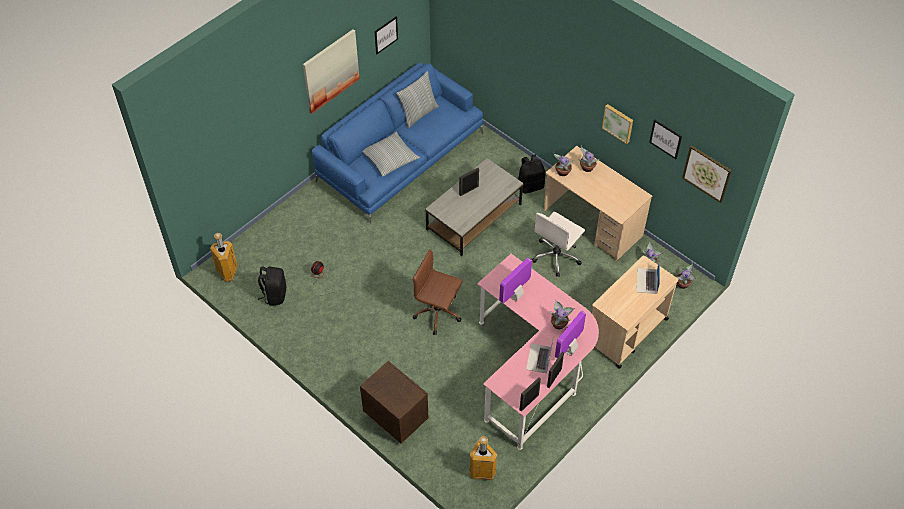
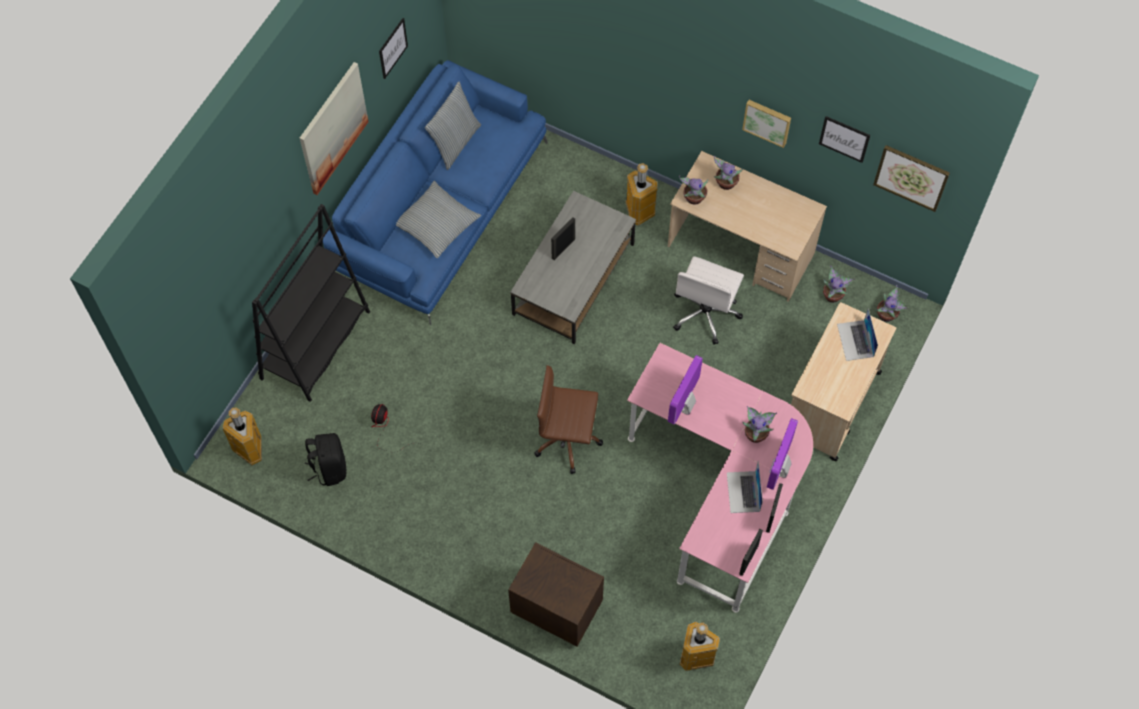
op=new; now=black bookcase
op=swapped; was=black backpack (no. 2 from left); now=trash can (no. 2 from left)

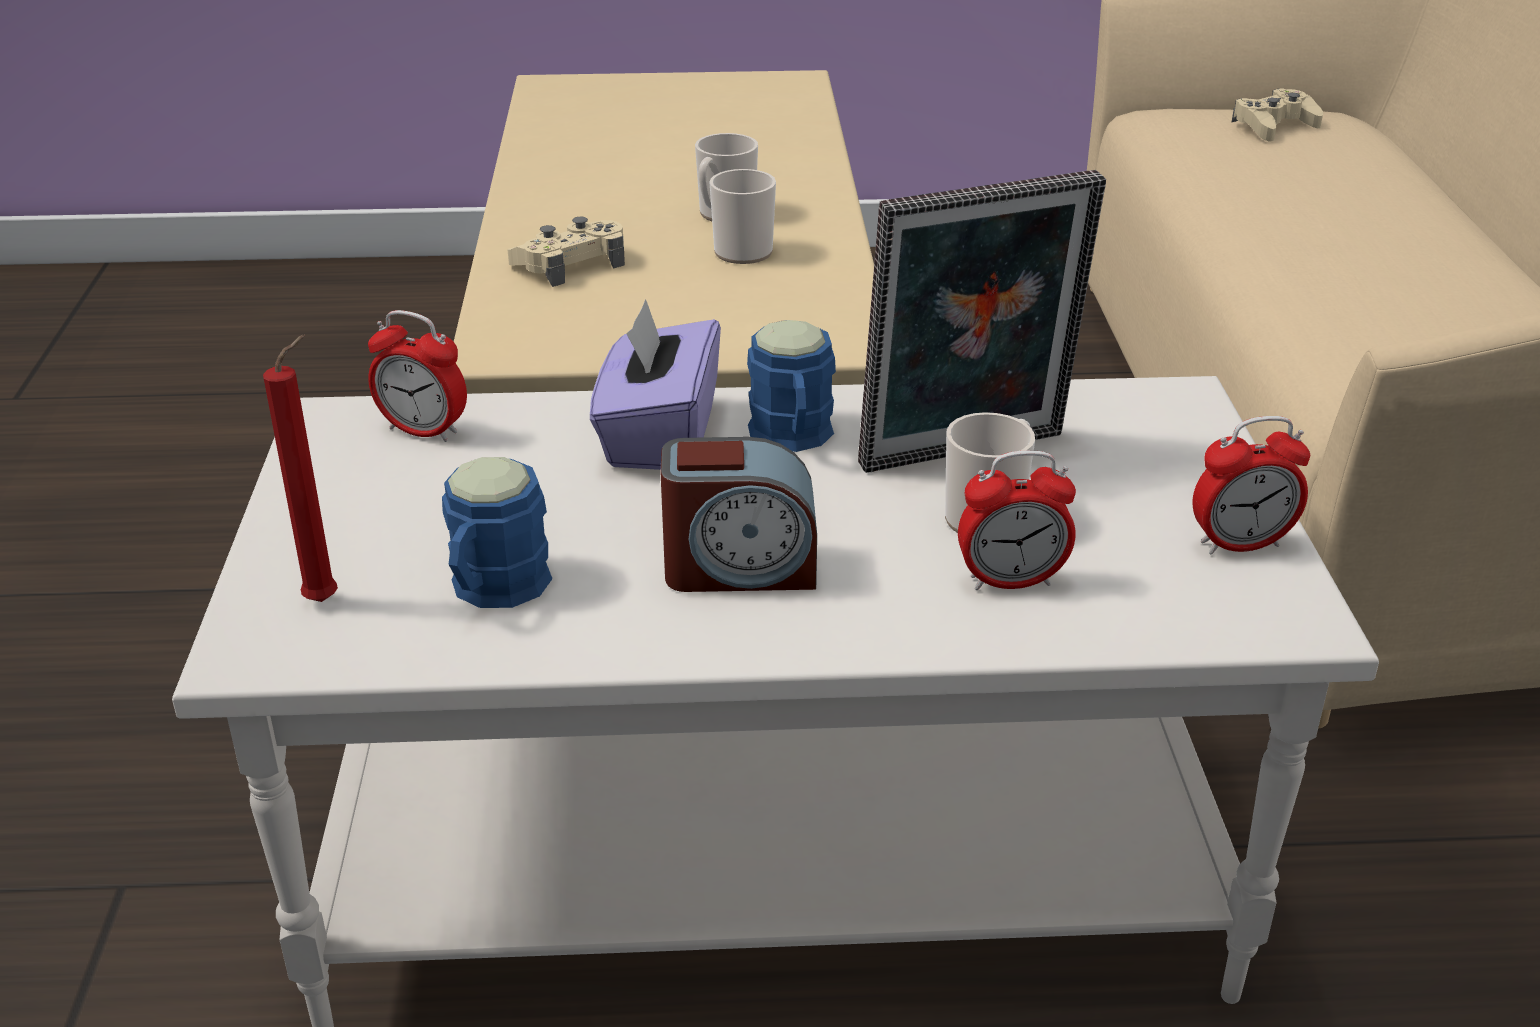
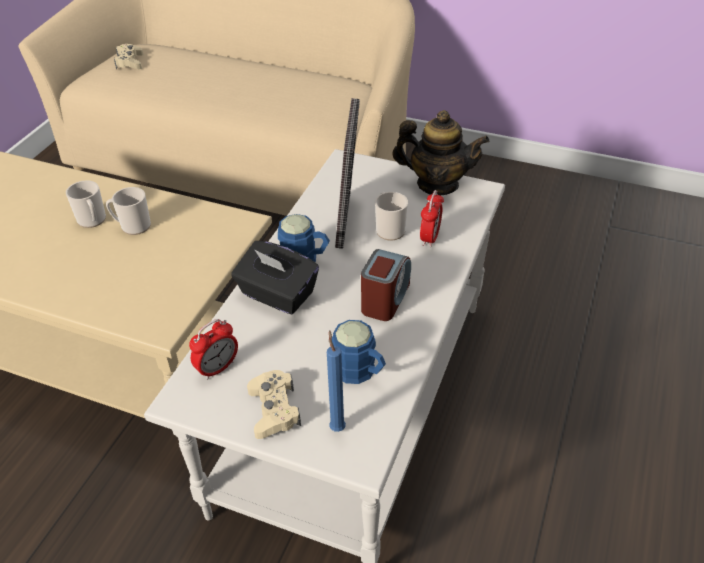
op=shifted; was=beige game controller (no. 1 from left in the first image); now=beige game controller (no. 2 from left)
op=swapped; was=alarm clock (no. 4 from left); now=teapot
op=repainted; was=red candle; now=blue candle
op=repainted; was=purple tissue box; now=black tissue box

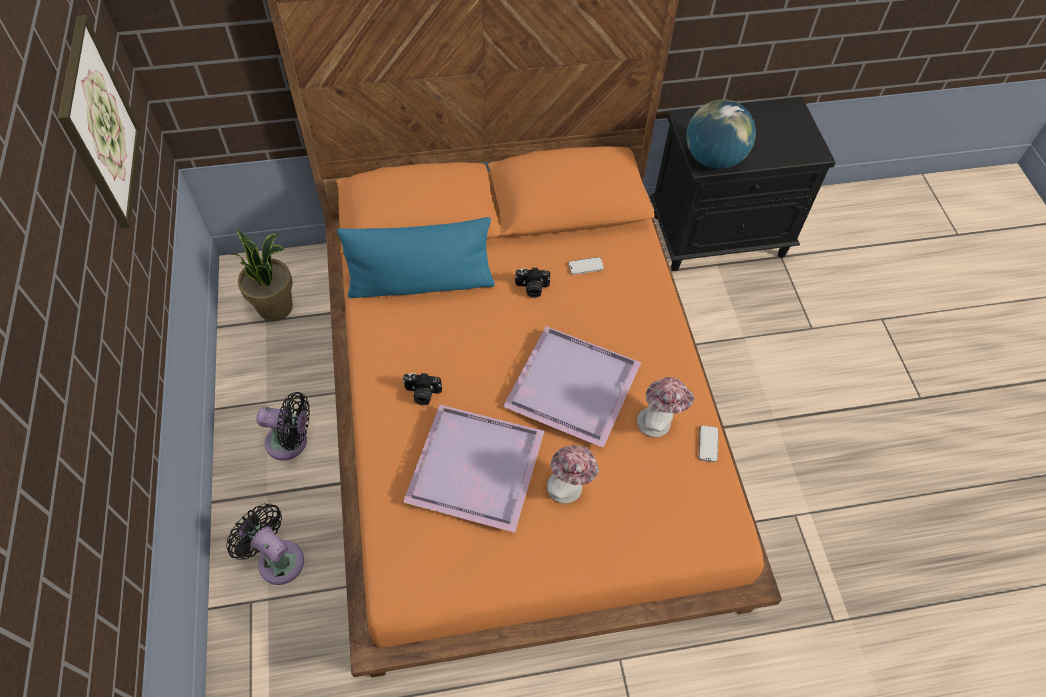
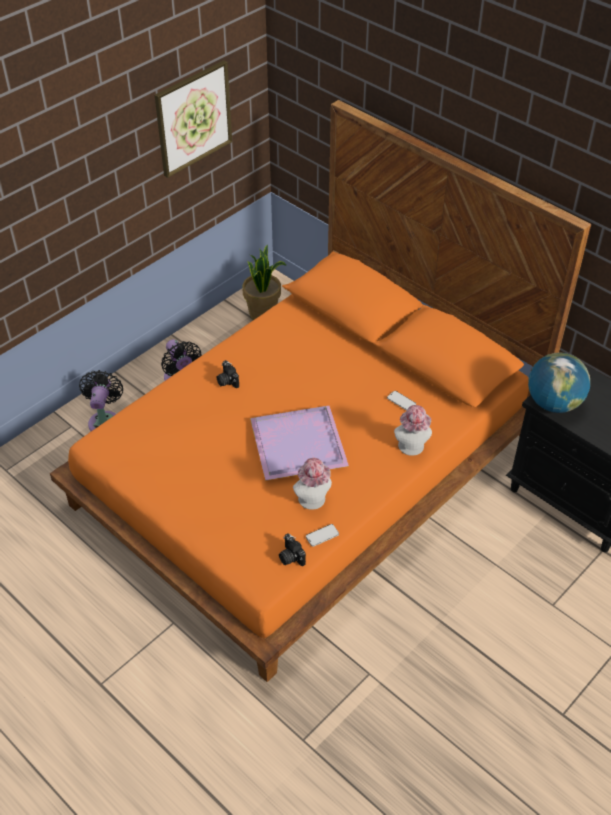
op=gone; was=blue pillow
op=gone; was=purple tray (no. 1 from left)
op=shifted; was=photo camera (no. 2 from left)
op=shifted; was=hat (no. 1 from left in the first image); now=hat (no. 2 from left)

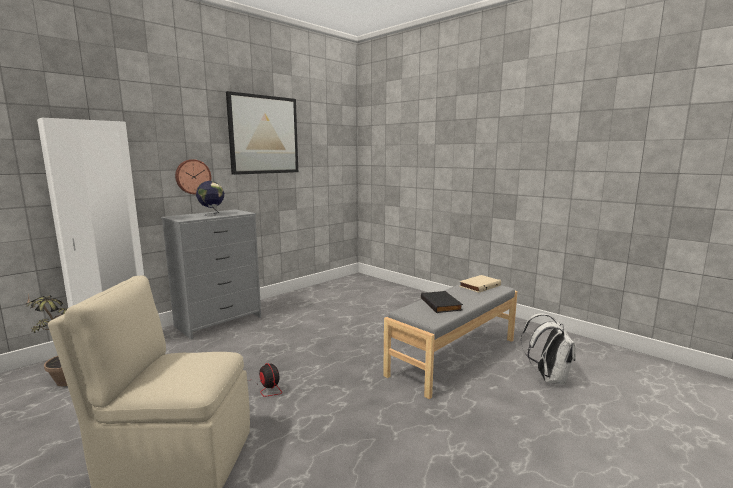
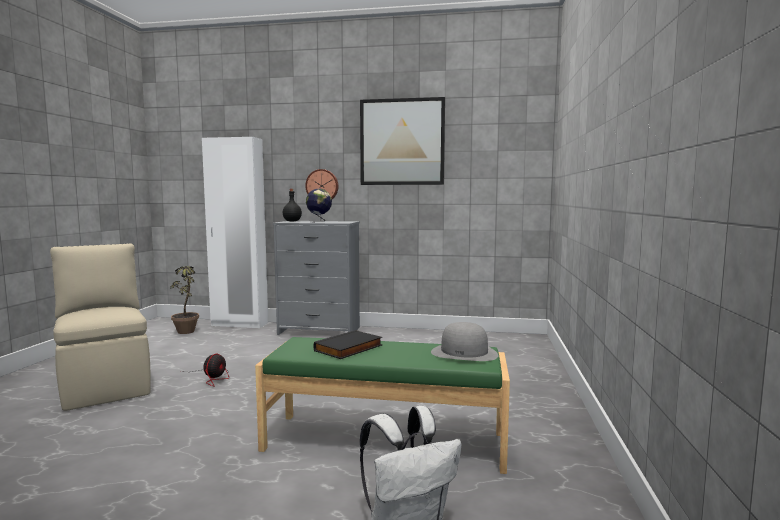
op=new; now=black bottle
op=swapped; was=beige book; now=grey hat
op=repainted; was=grey bench; now=green bench

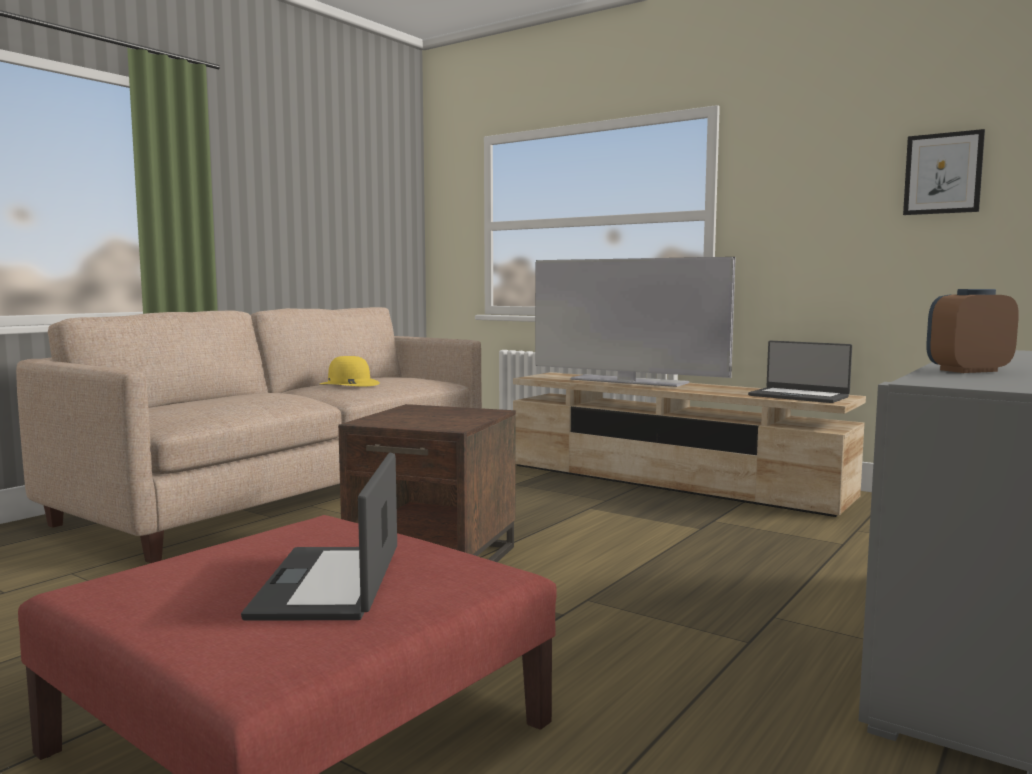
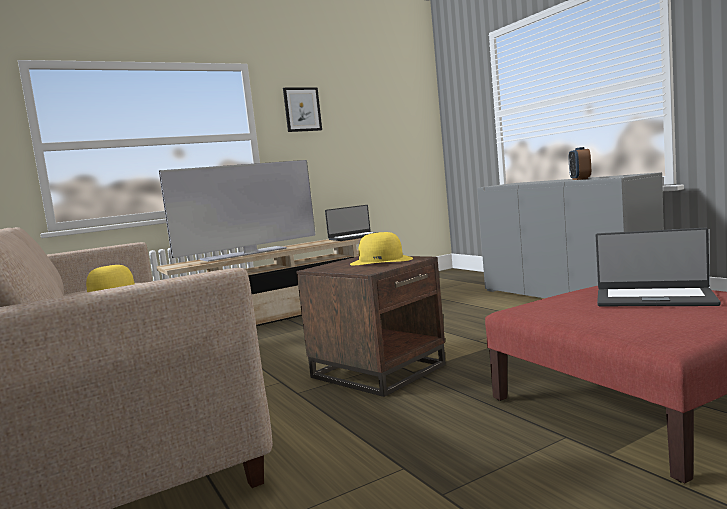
op=new; now=yellow hat (no. 2 from left)
op=shifted; was=picture

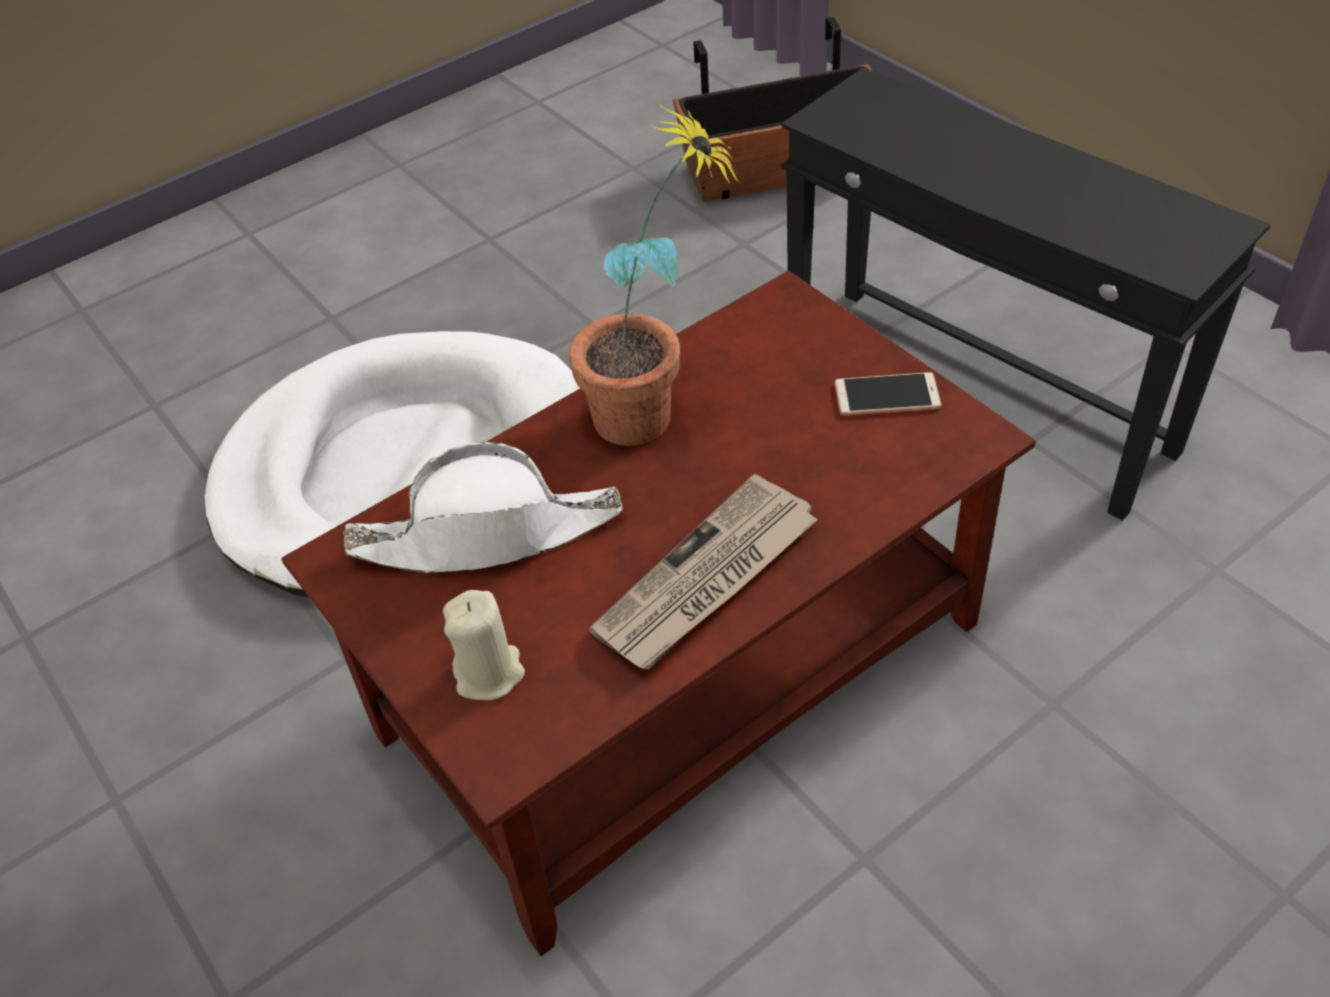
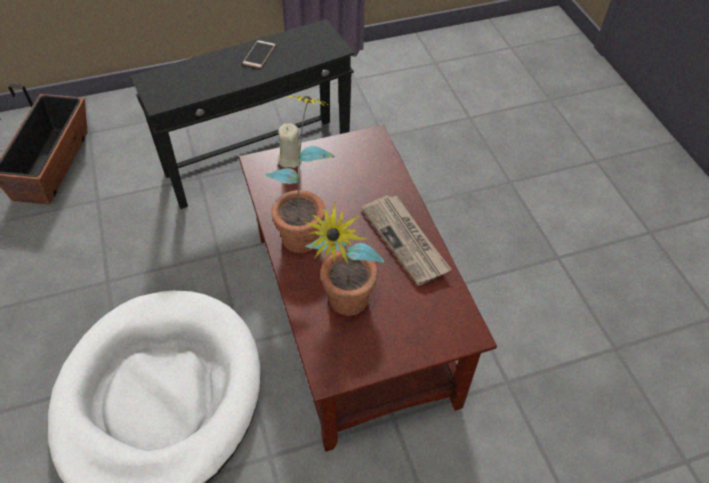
op=shifted; was=beige candle
op=shifted; was=phone
op=swapped; was=white hat; now=potted plant (no. 2 from left)

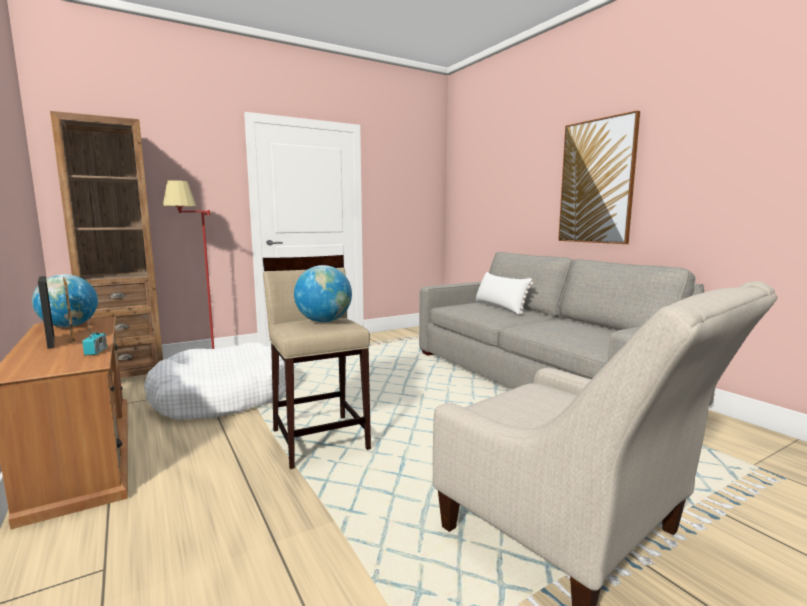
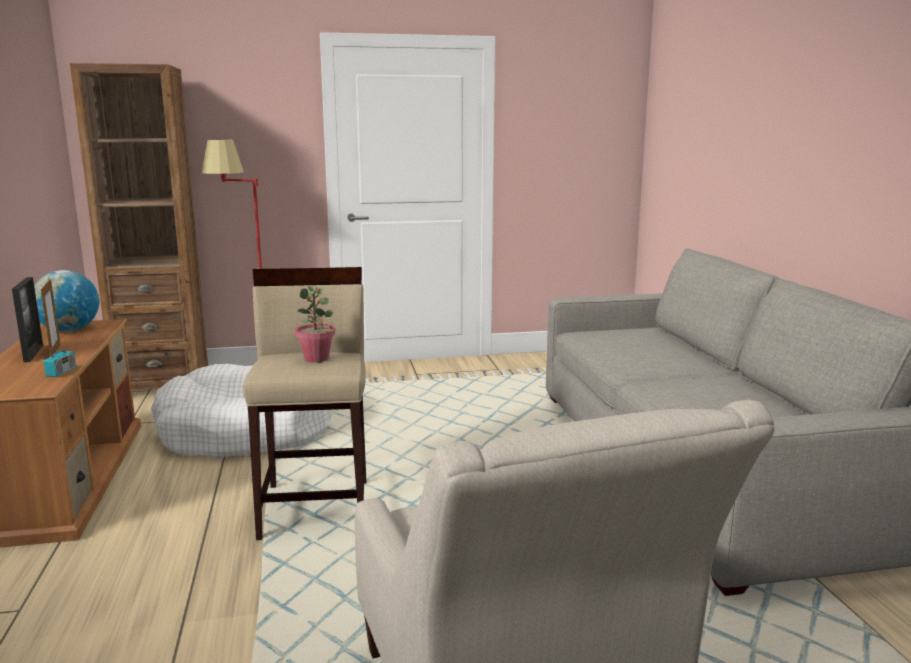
op=gone; was=white pillow
op=gone; was=picture
op=swapped; was=globe (no. 2 from left); now=potted plant

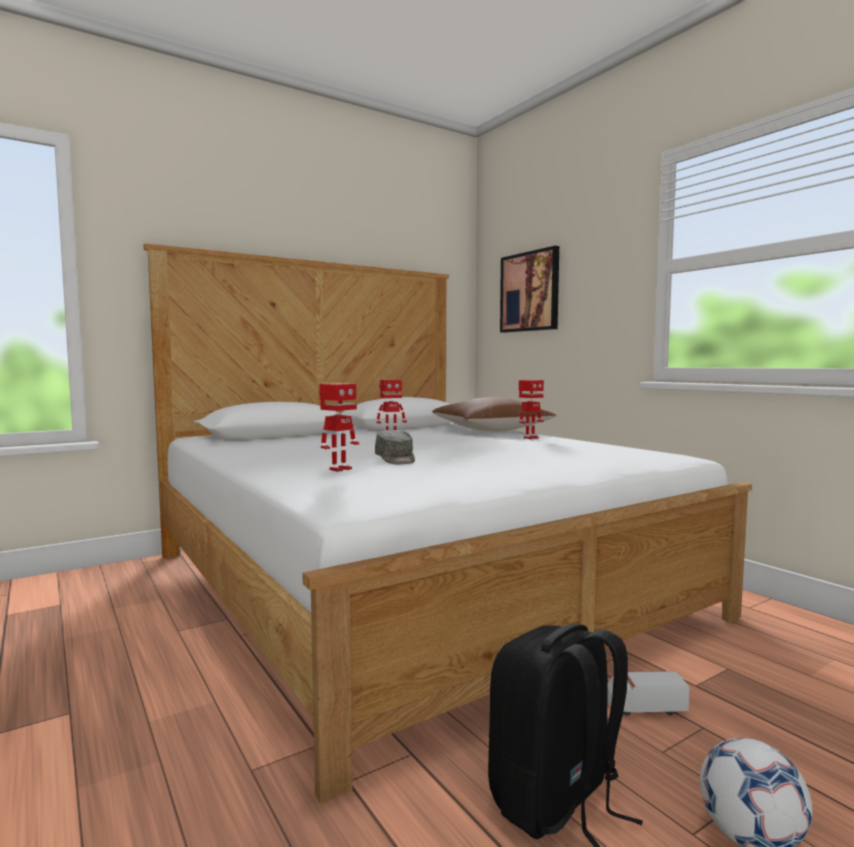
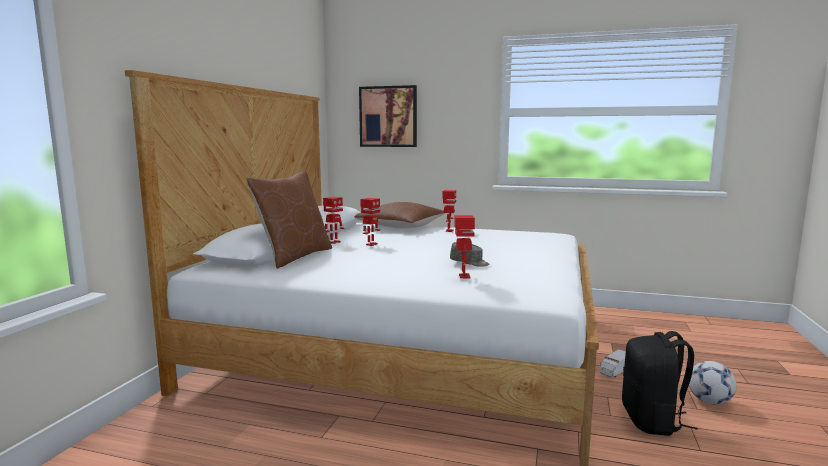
op=new; now=brown pillow (no. 1 from left)
op=new; now=toy robot (no. 1 from left)

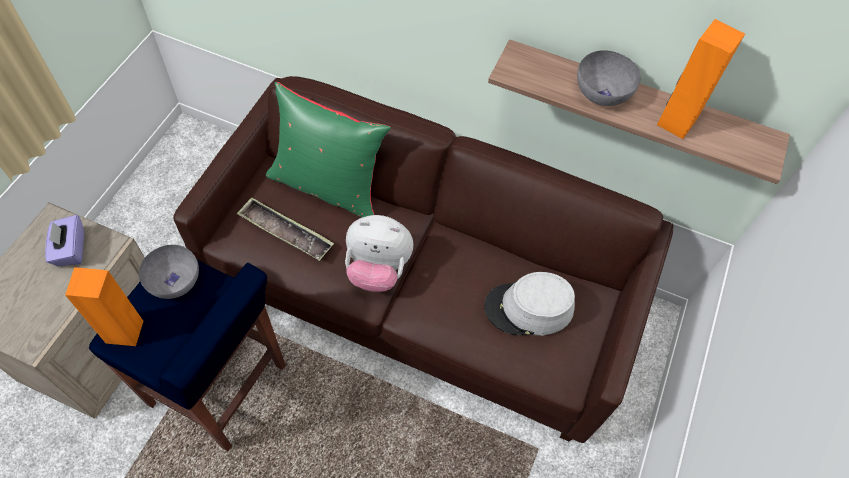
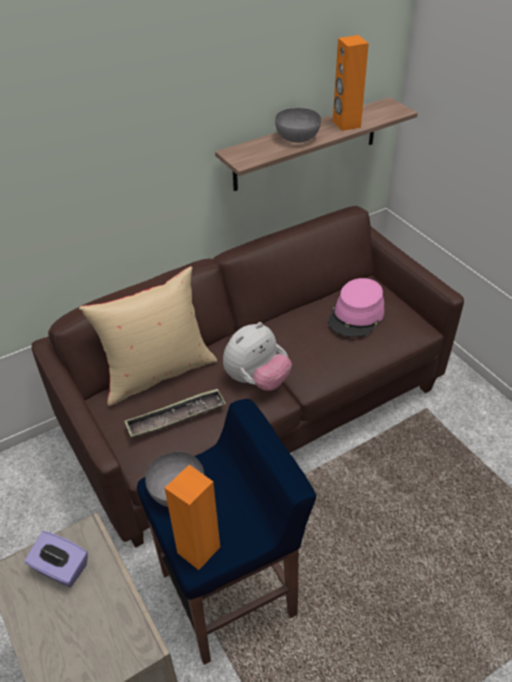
op=repainted; was=green pillow; now=beige pillow
op=repainted; was=grey hat; now=pink hat

